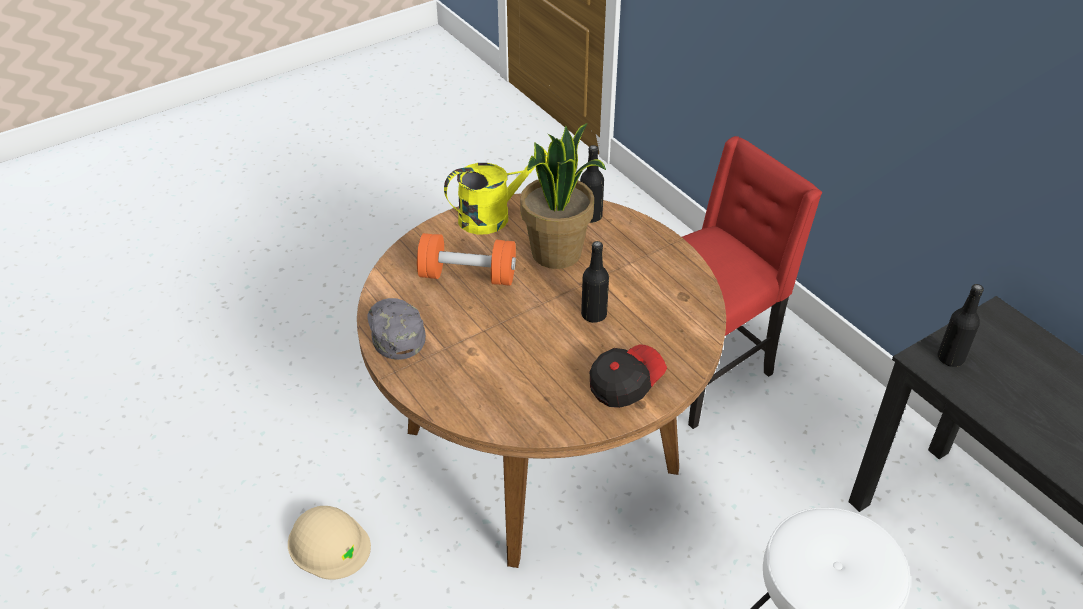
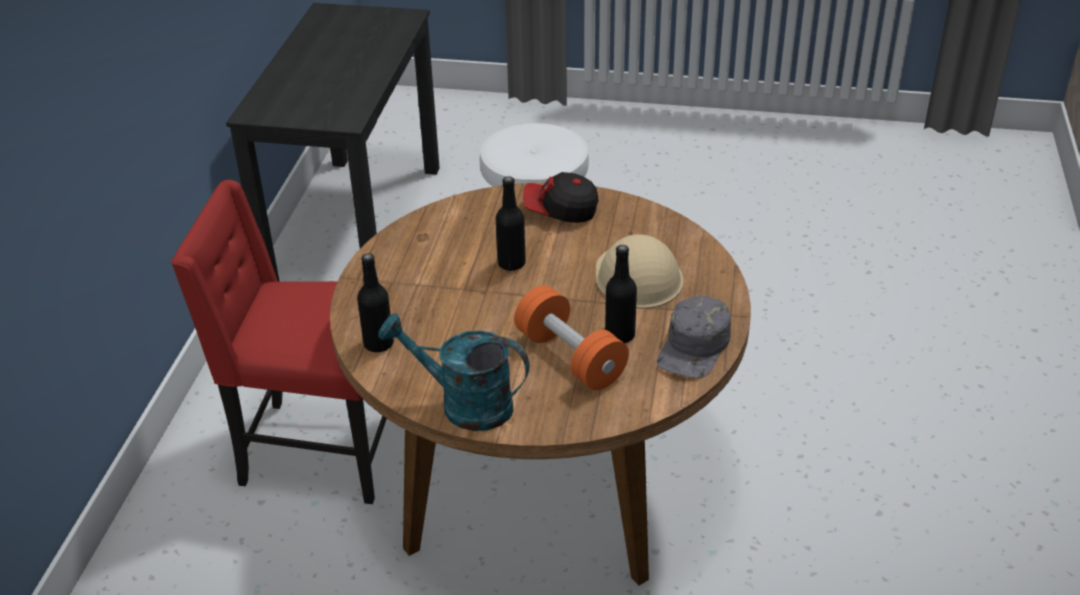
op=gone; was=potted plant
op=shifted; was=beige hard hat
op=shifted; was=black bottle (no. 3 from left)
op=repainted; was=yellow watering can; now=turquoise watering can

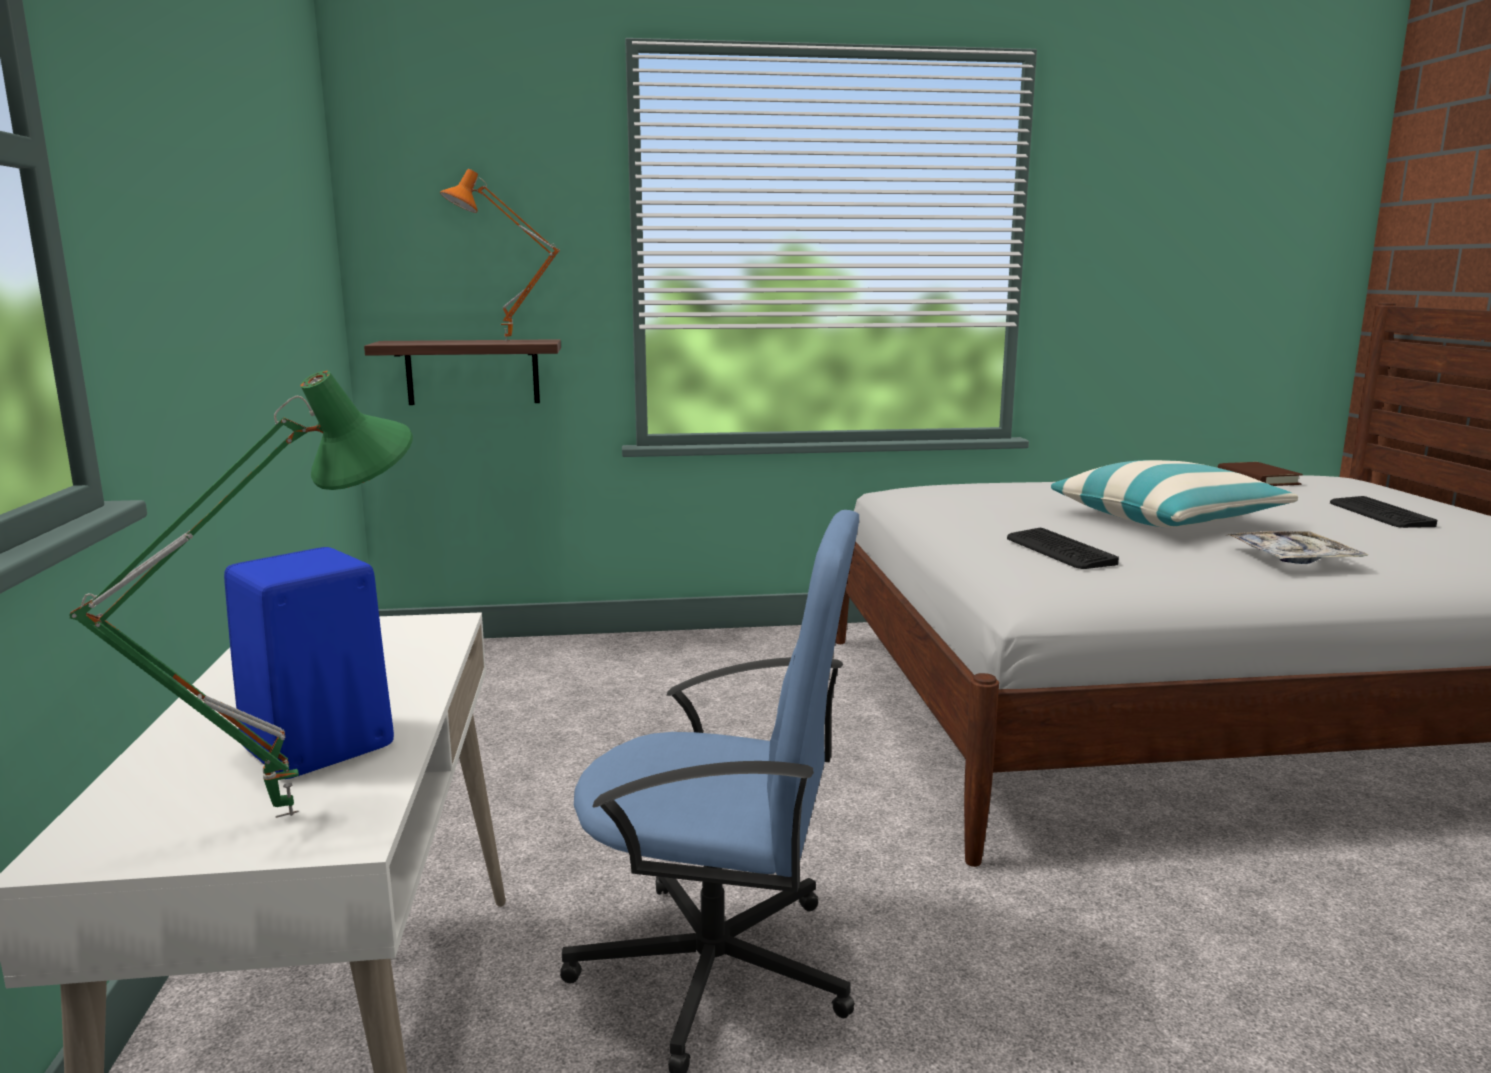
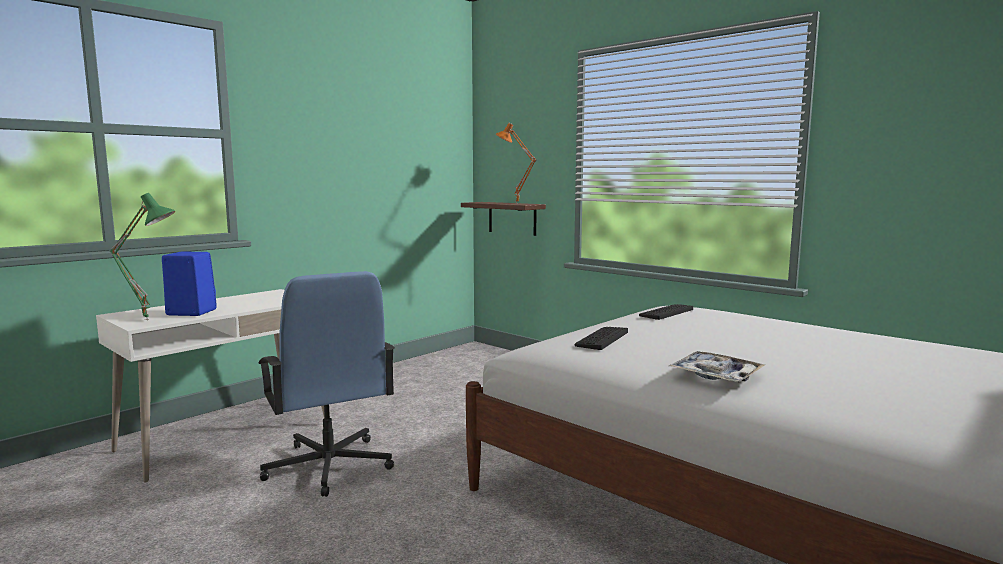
op=gone; was=pillow
op=gone; was=brown book
op=shifted; was=keyboard (no. 2 from left)

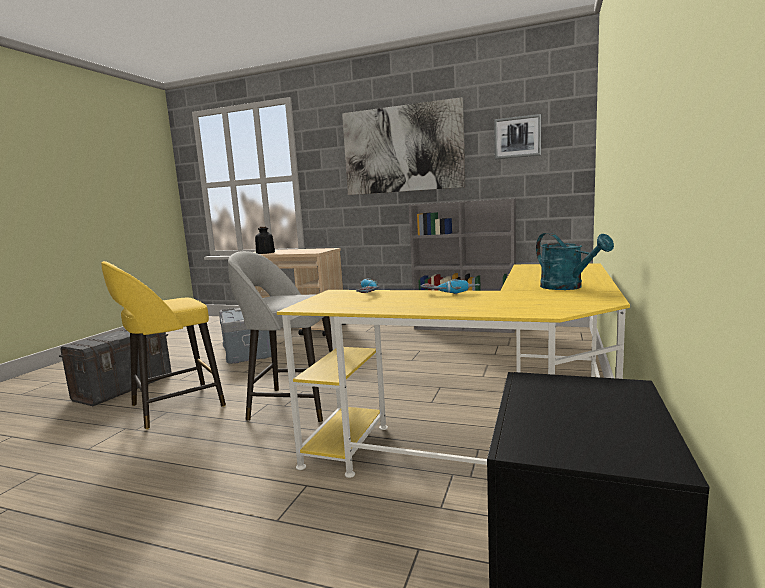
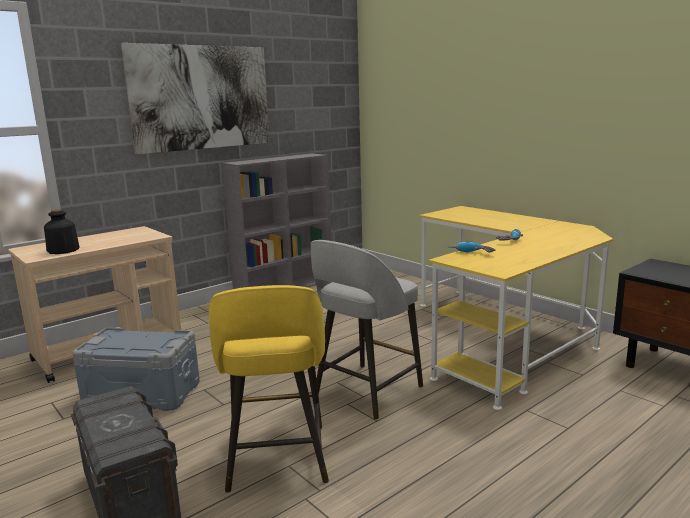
op=gone; was=picture (no. 2 from left)
op=gone; was=turquoise watering can

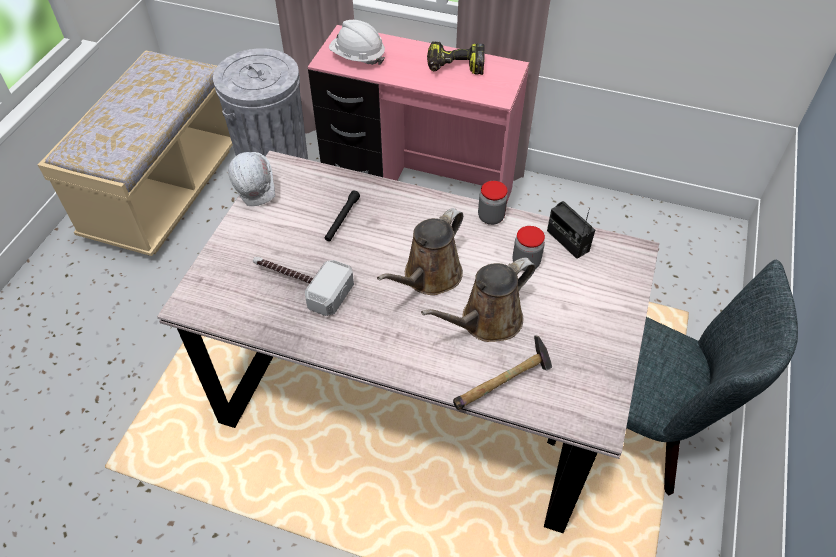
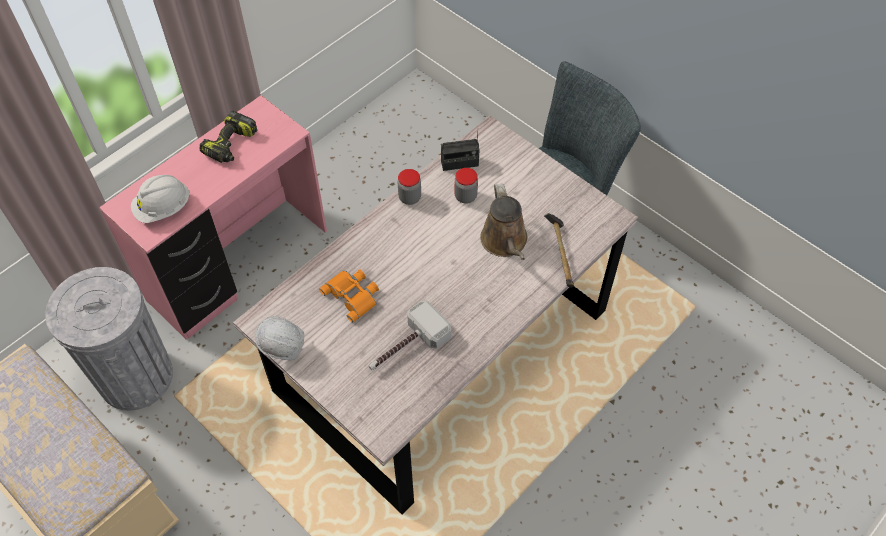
op=gone; was=brown watering can (no. 1 from left)
op=swapped; was=black flashlight; now=orange binoculars

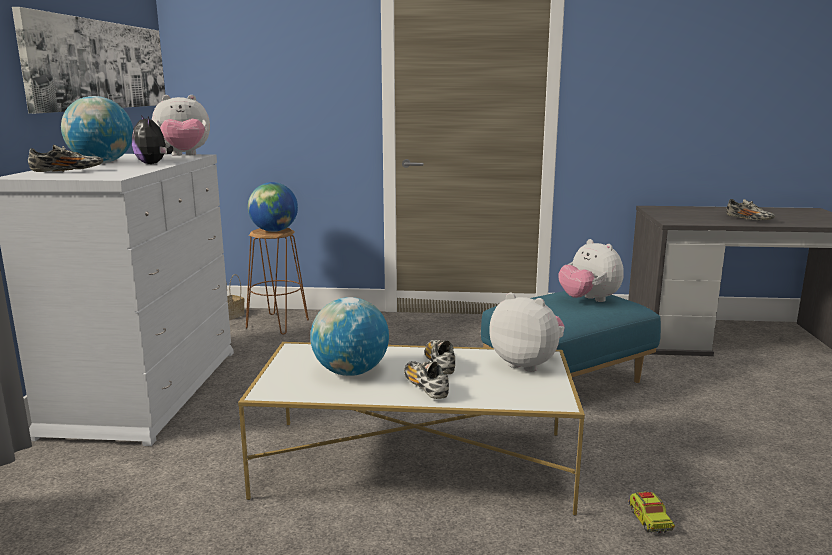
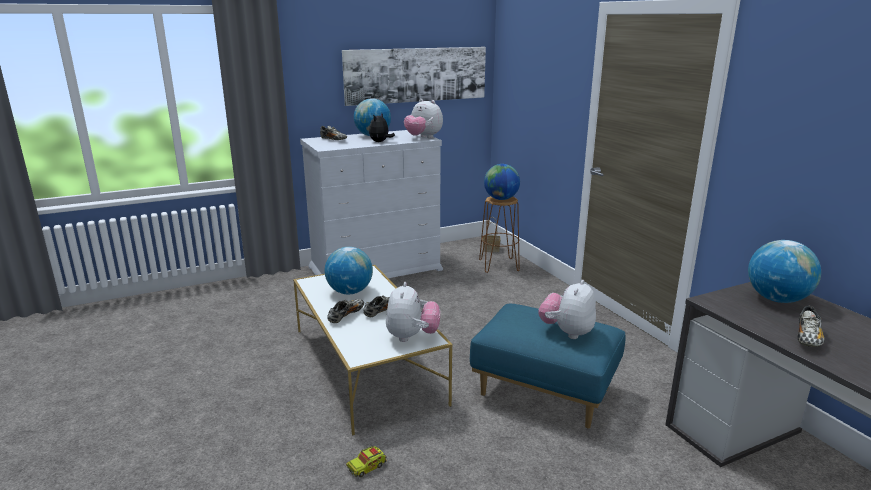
op=new; now=globe (no. 4 from left)

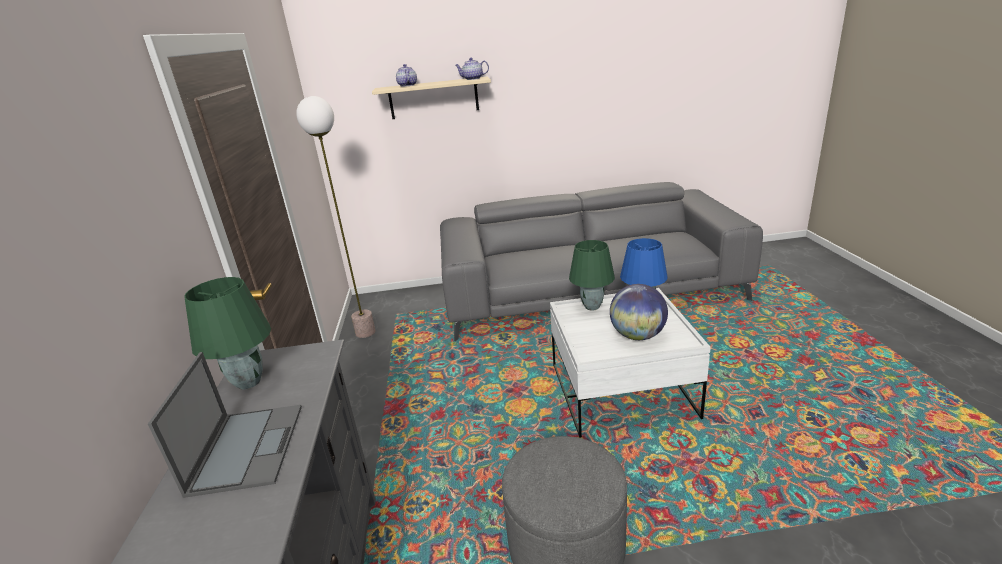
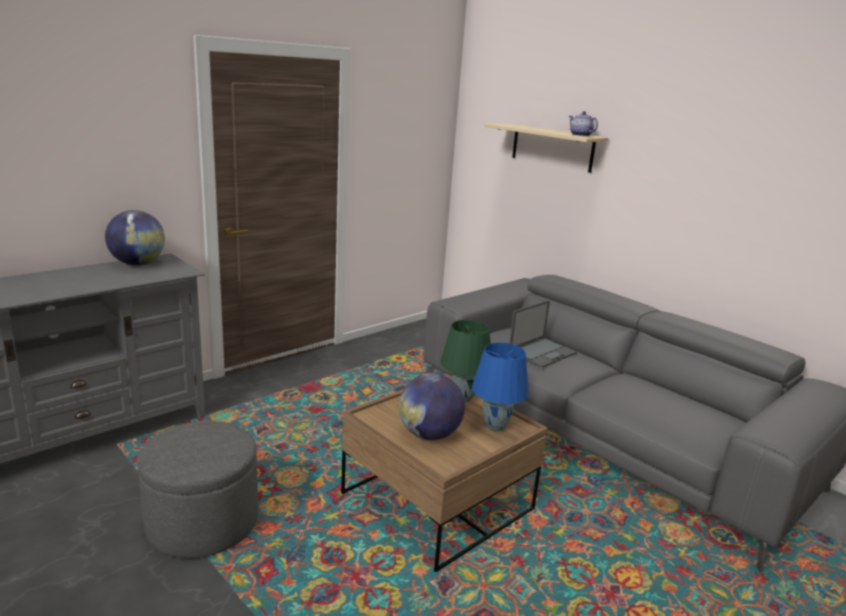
op=gone; was=floor lamp
op=gone; was=teapot (no. 1 from left)
op=shifted; was=laptop
op=swapped; was=green table lamp (no. 1 from left); now=globe (no. 1 from left)
op=repainted; was=white coffee table; now=brown coffee table

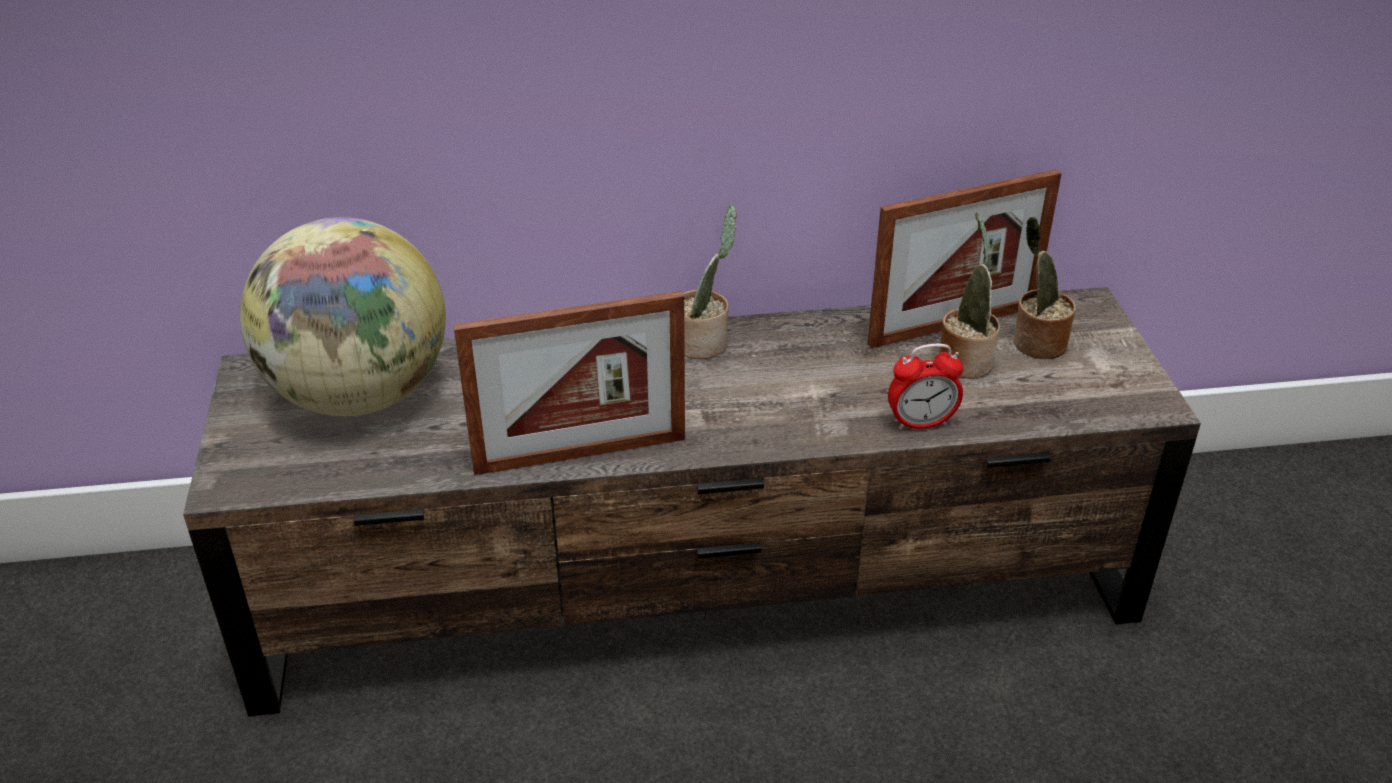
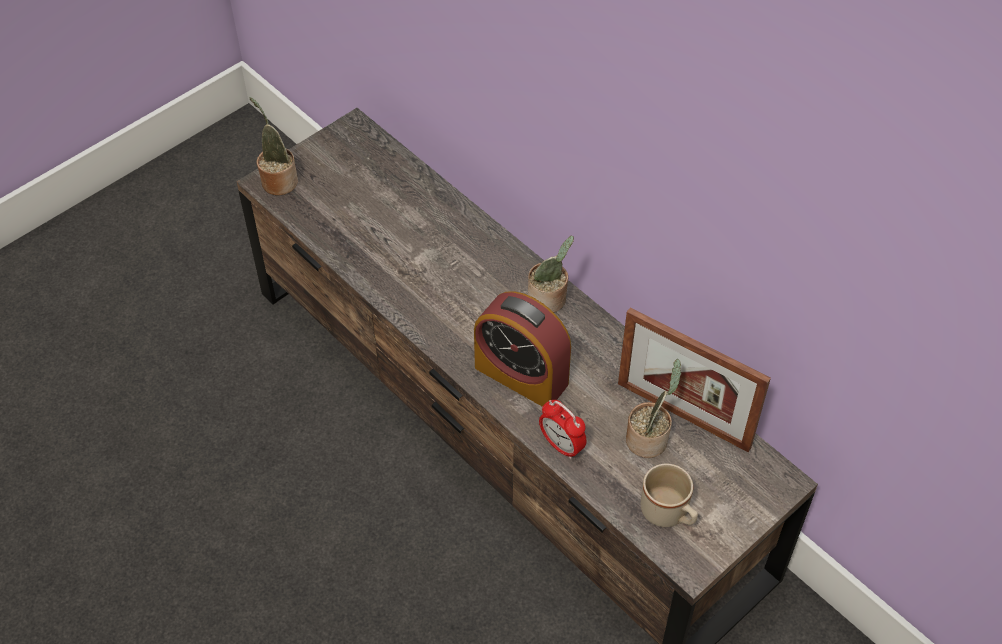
op=gone; was=globe
op=gone; was=picture frame (no. 1 from left)
op=new; now=alarm clock (no. 1 from left)
op=new; now=beige mug
op=shifted; was=potted plant (no. 3 from left in the first image); now=potted plant (no. 1 from left)

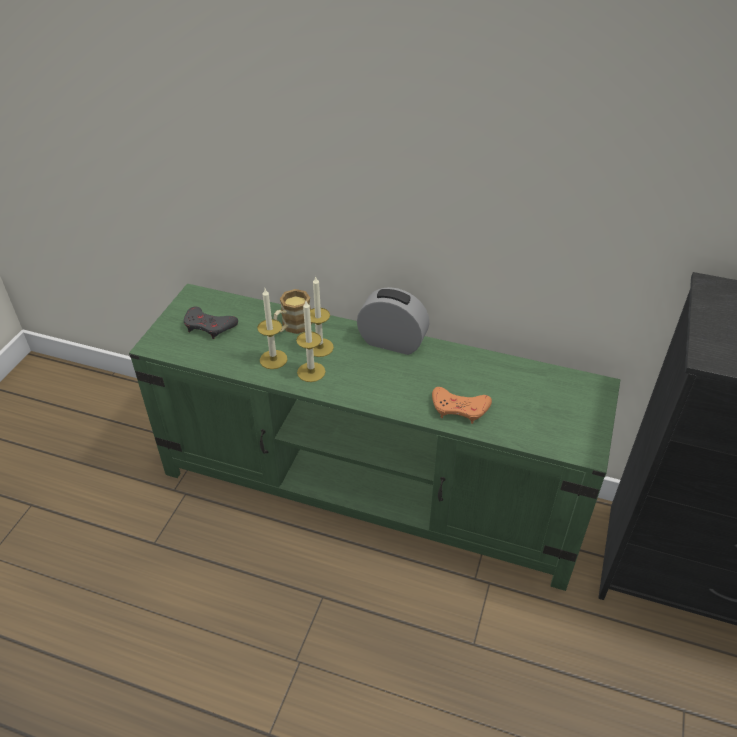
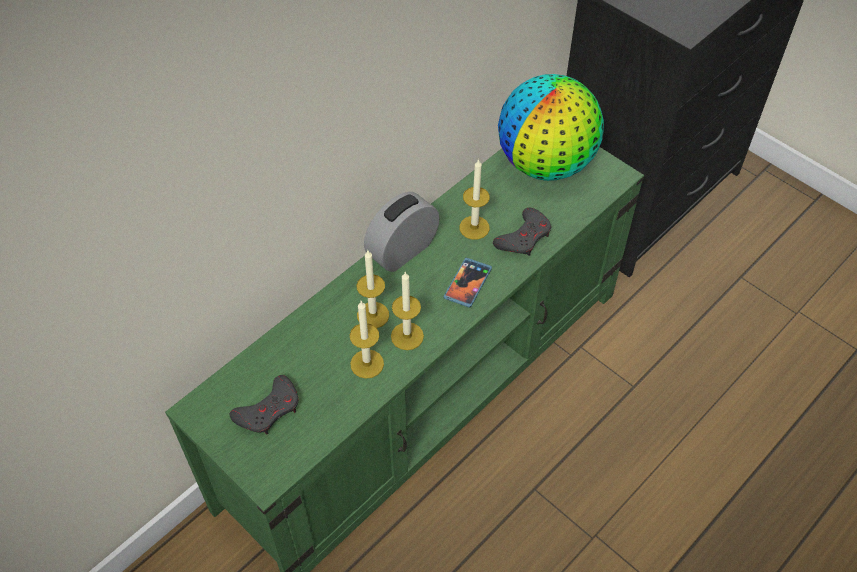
op=gone; was=mug
op=new; now=phone
op=new; now=candle (no. 4 from left)
op=new; now=globe
op=repainted; was=orange game controller; now=grey game controller (no. 2 from left)

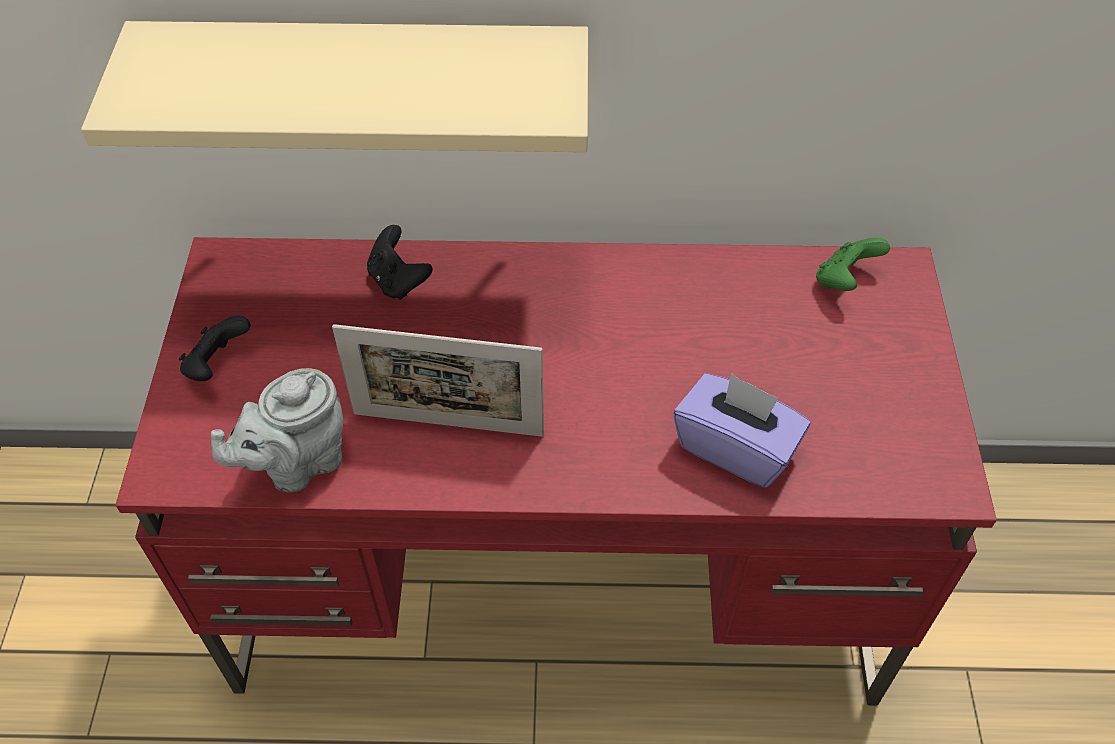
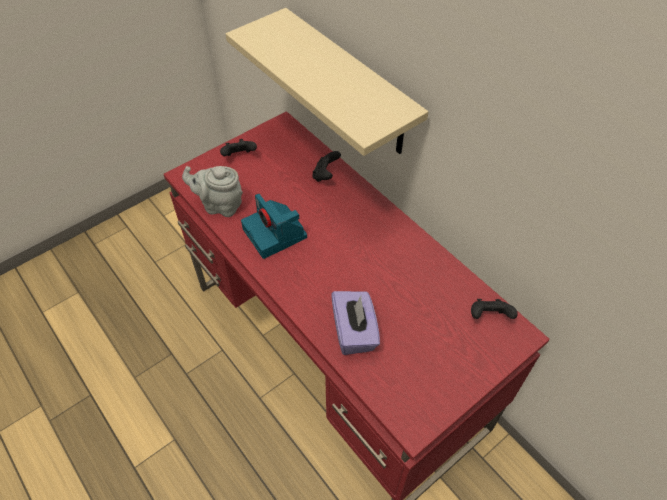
op=swapped; was=picture frame; now=photo camera
op=repainted; was=green game controller; now=black game controller (no. 3 from left)

